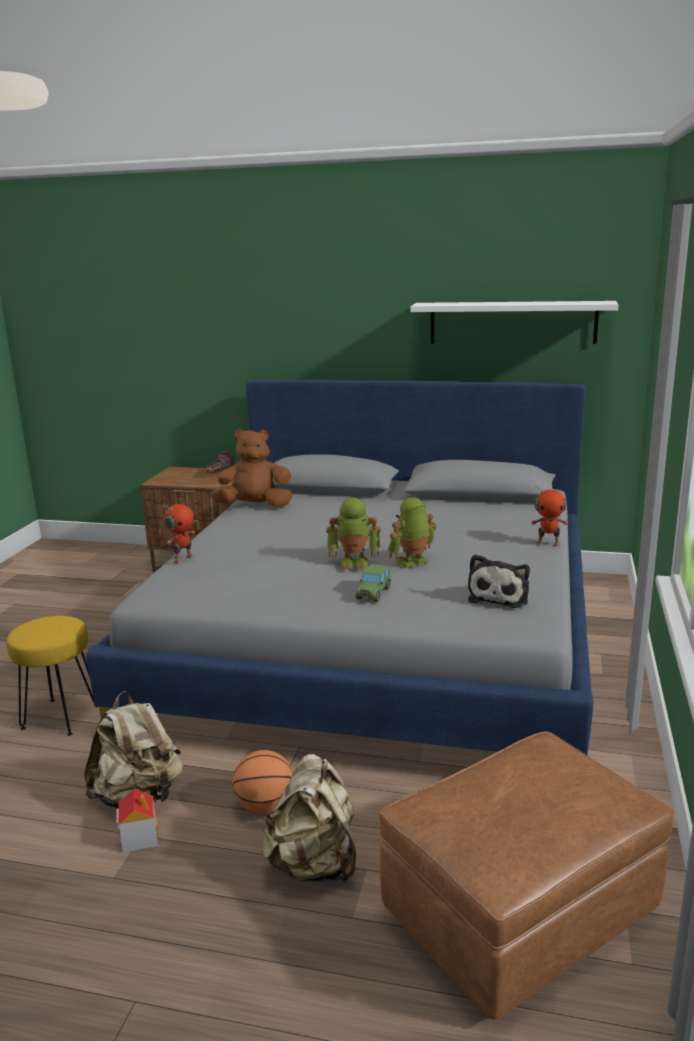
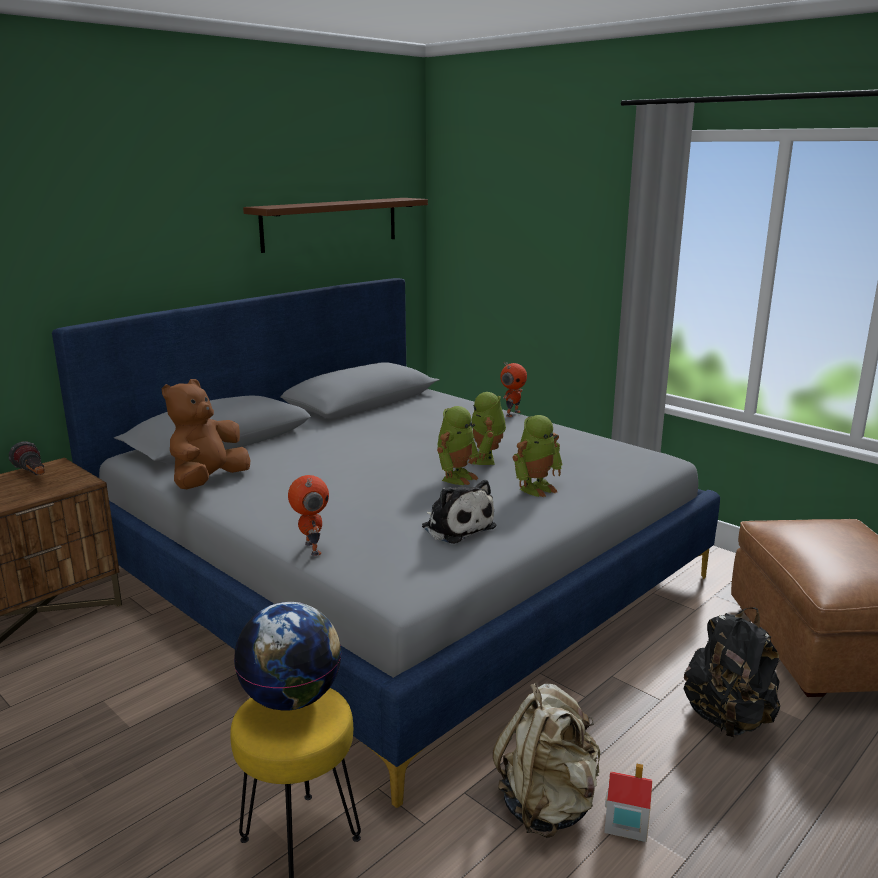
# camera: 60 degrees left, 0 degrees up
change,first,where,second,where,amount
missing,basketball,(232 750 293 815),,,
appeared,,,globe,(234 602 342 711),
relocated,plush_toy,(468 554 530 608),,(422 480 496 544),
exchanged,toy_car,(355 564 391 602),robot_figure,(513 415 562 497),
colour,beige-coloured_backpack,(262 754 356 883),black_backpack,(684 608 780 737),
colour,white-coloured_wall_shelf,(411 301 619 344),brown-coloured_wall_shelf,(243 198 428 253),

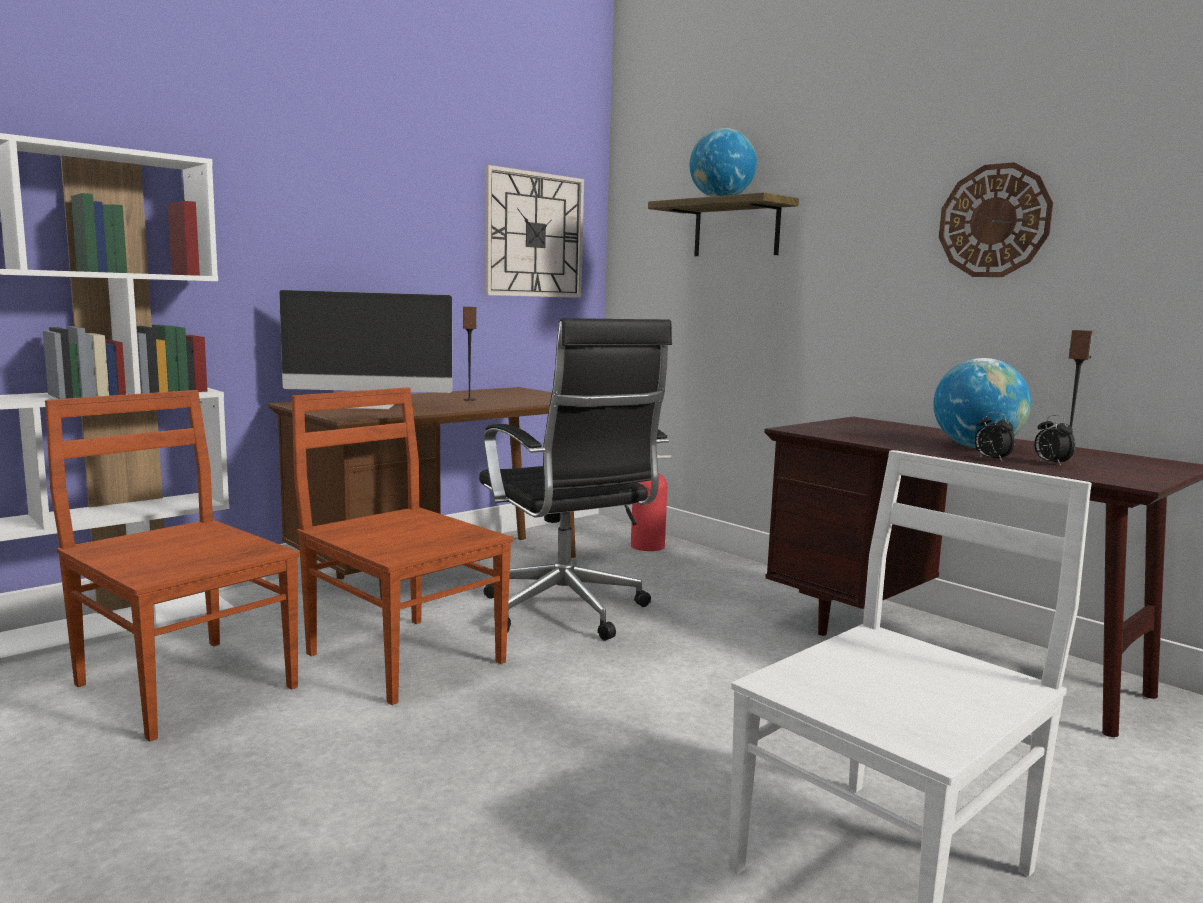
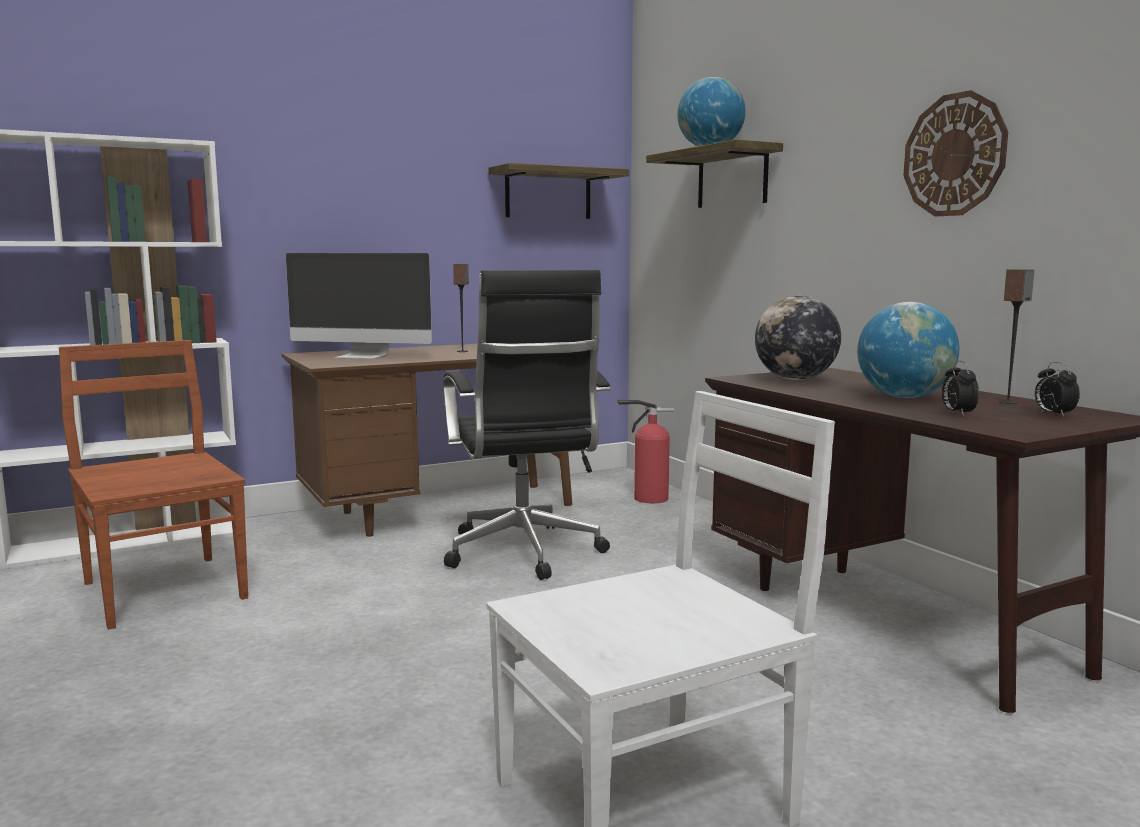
# camera: 15 degrees right, 0 degrees up
change,first,where,second,where,amount
missing,brown-coloured_chair,(292 388 513 705),,,
appeared,,,globe,(755 296 841 380),
relocated,bedside_clock,(975 412 1015 462),,(1035 362 1080 416),
exchanged,hanging_clock,(484 165 584 298),wall_shelf,(488 163 629 219),

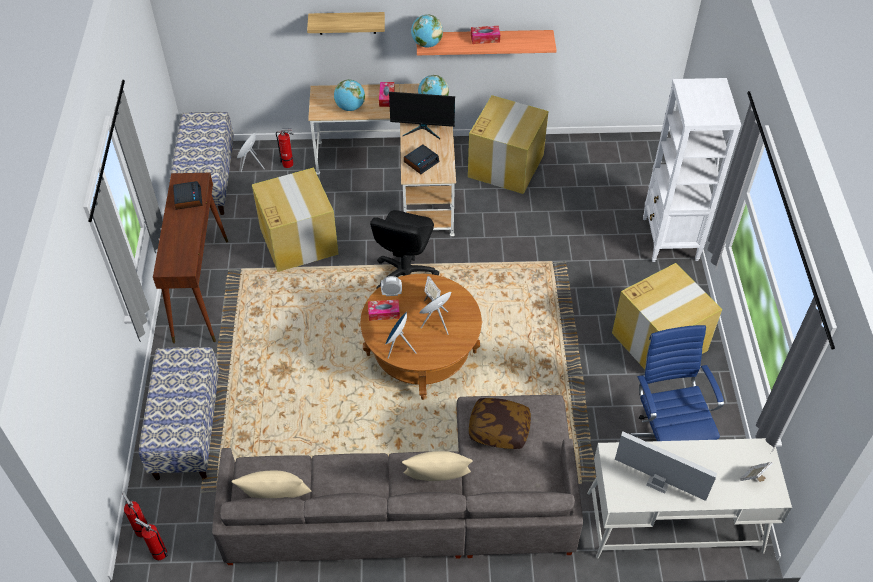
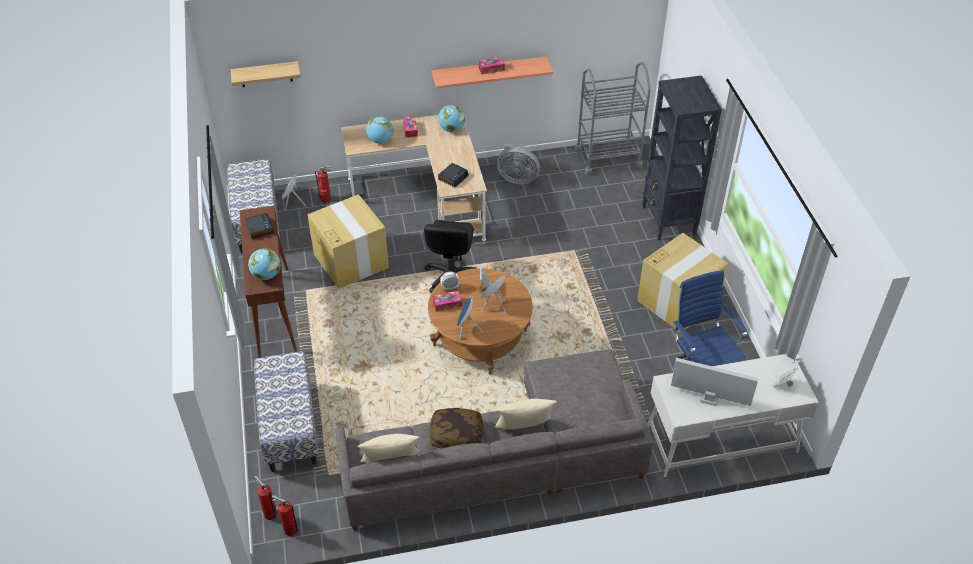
# camera: 10 degrees left, 5 degrees down
change,first,where,second,where,amount
missing,computer_display,(389 92 455 139),,,
appeared,,,grey_wheeled_cart,(575 62 651 176),
relocated,wall_shelf,(307 12 385 35),,(231 61 301 87),
relocated,globe,(411 14 443 47),,(248 248 280 280),
relocated,throw_pillow,(469 398 531 449),,(429 408 483 448),
exchanged,packing_box,(468 95 548 194),grey_electric_fan,(497 144 540 185),
colour,white-coloured_bookcase,(643 78 741 262),black_bookcase,(642 75 722 241),

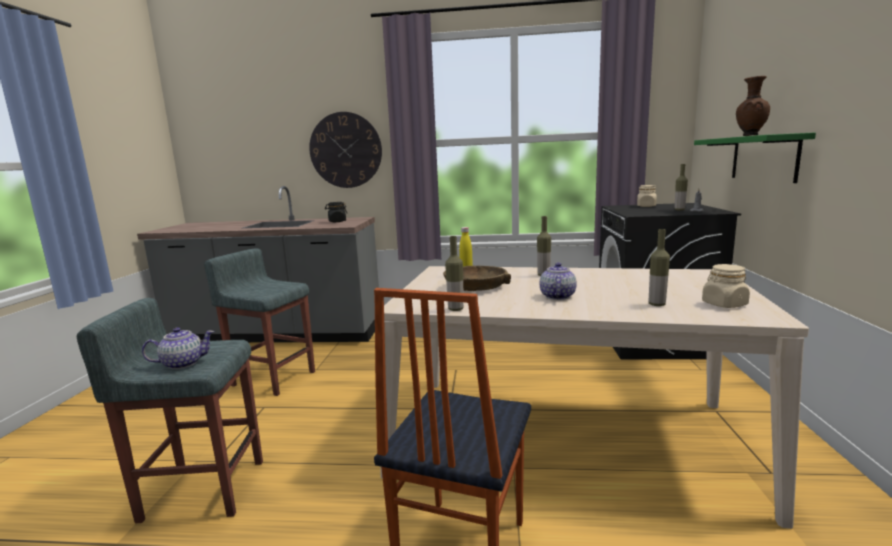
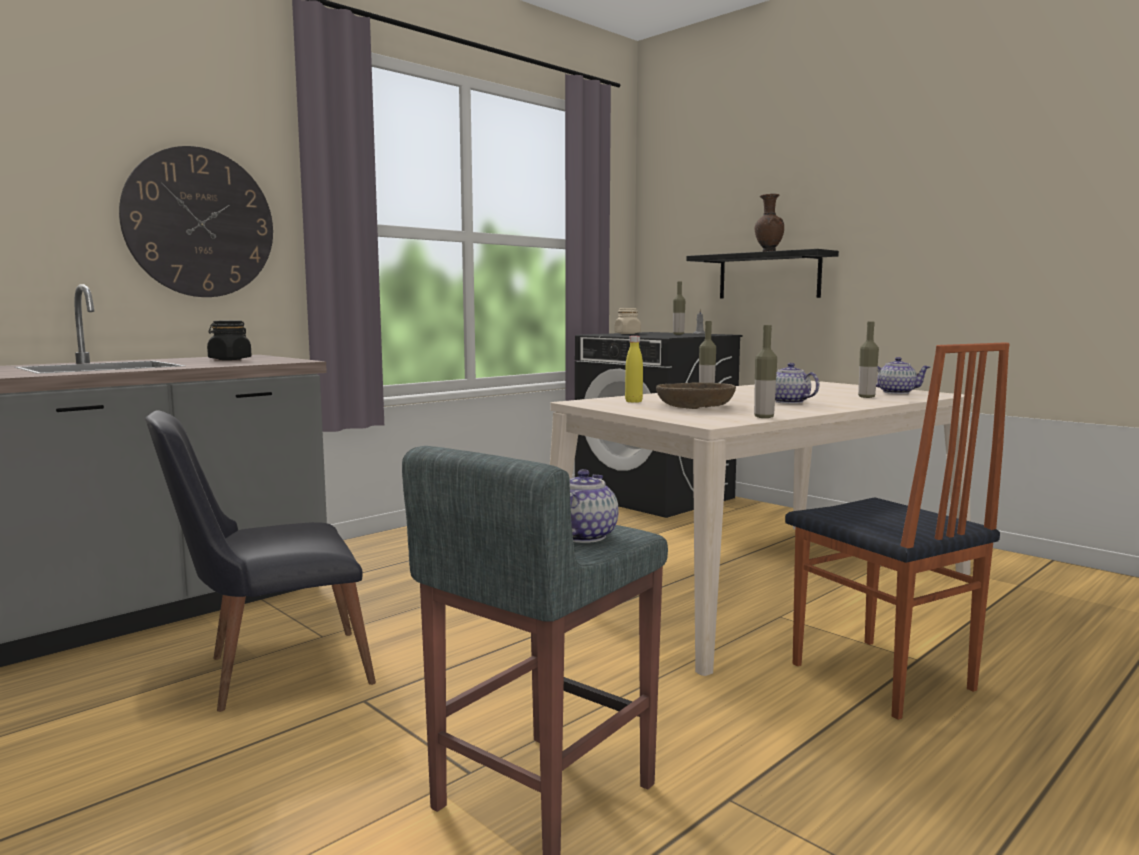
# camera: 50 degrees left, 5 degrees down
change,first,where,second,where,amount
exchanged,grey_stool_seat,(204 248 315 396),black_chair,(145 410 376 712),
exchanged,beige-coloured_jar,(702 264 750 308),pot_for_tea,(876 357 930 394),
colour,green_wall_shelf,(694 132 816 183),black_wall_shelf,(686 249 839 299),

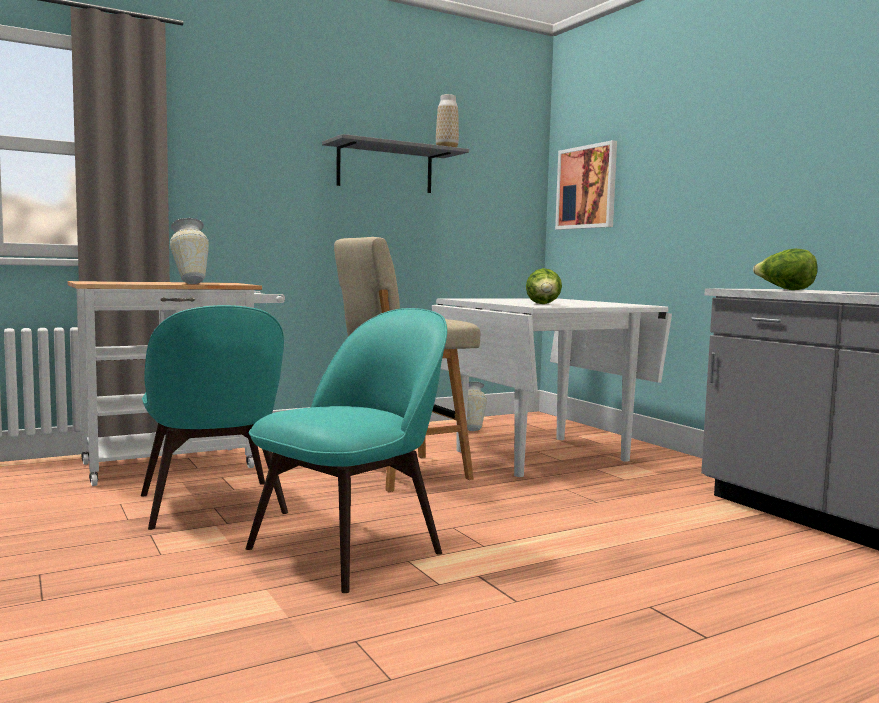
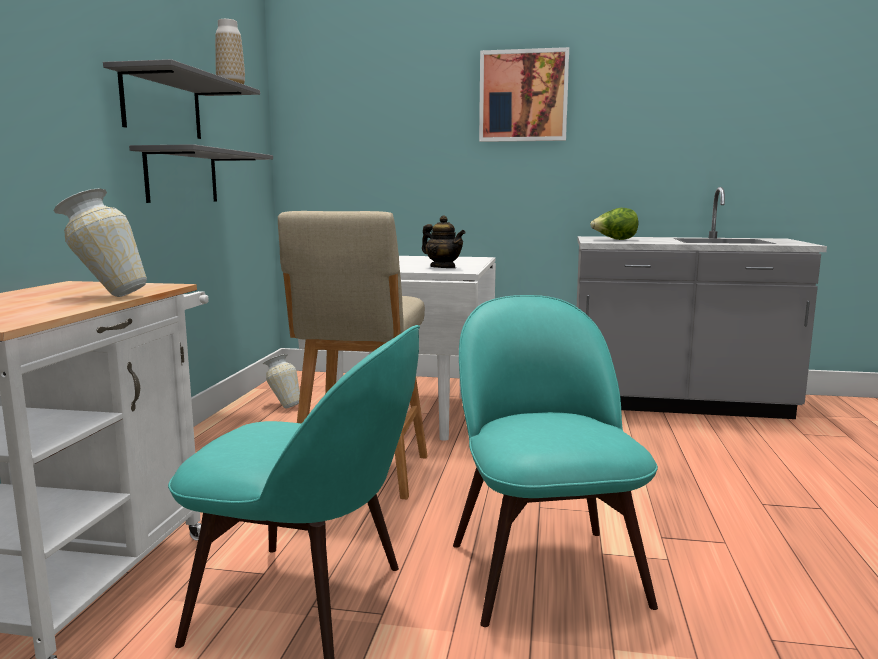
# camera: 50 degrees left, 5 degrees up
change,first,where,second,where,amount
appeared,,,grey_wall_shelf,(129 144 273 203),
relocated,wall_art,(555 140 617 230),,(479 47 569 142),
exchanged,lettuce,(526 268 562 304),pot_for_tea,(422 215 465 268),

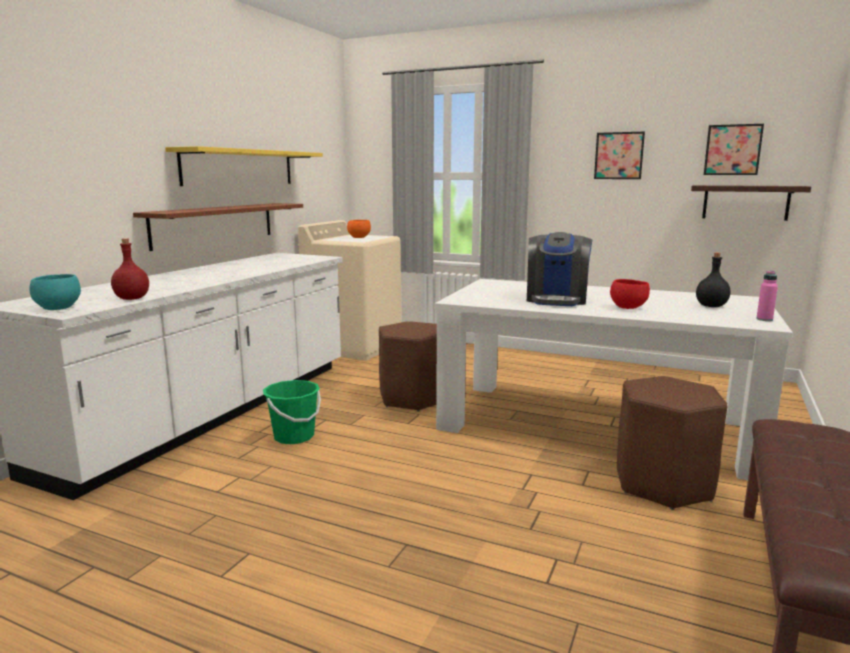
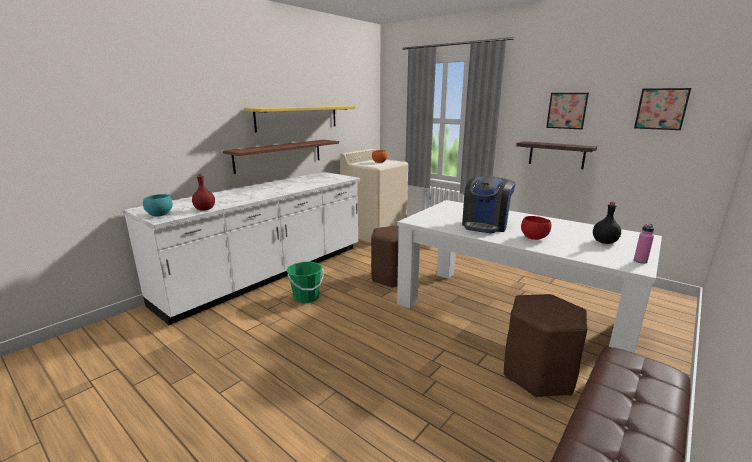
# camera: 15 degrees right, 5 degrees up
change,first,where,second,where,amount
relocated,wall_shelf,(691 185 811 221),,(516 141 597 169),

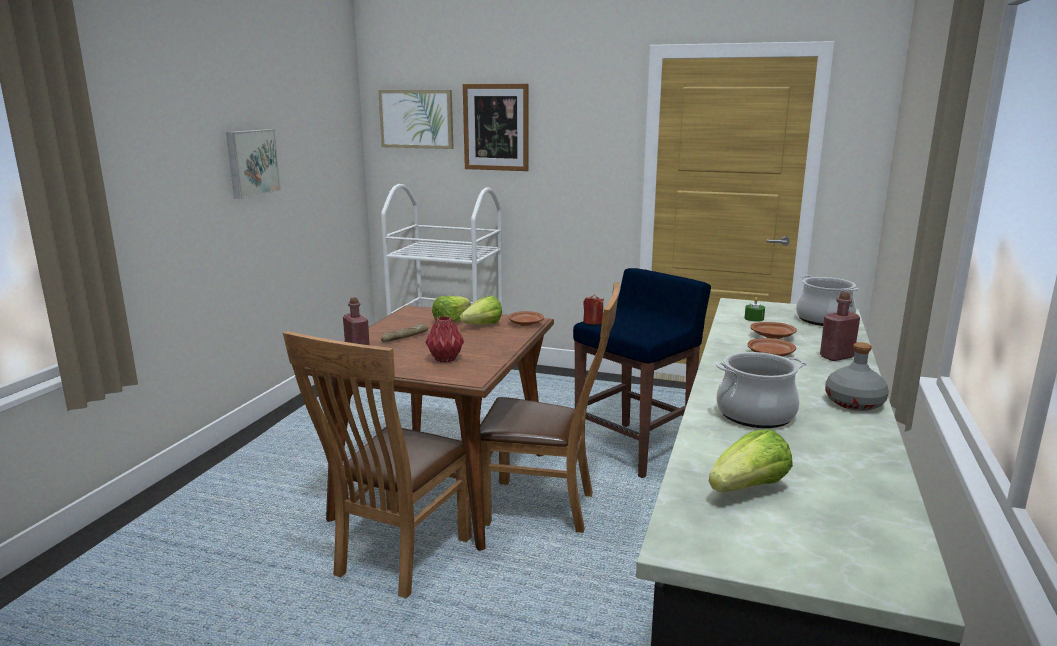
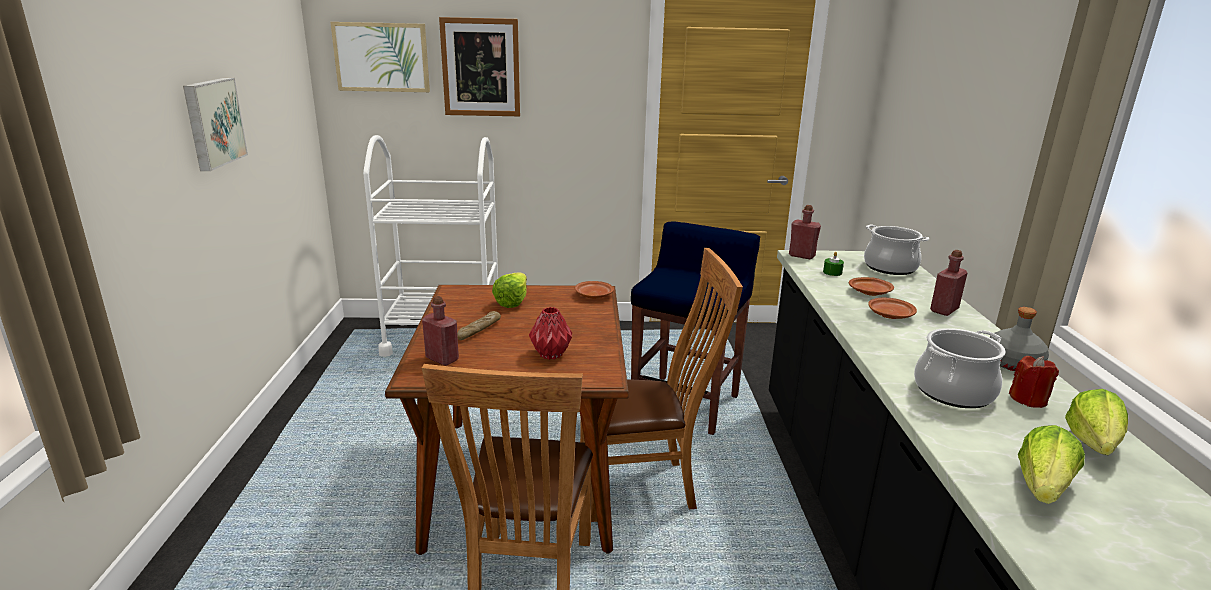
# camera: 20 degrees left, 5 degrees up
change,first,where,second,where,amount
appeared,,,reddish_drink_bottle,(789 205 821 259),
relocated,lettuce,(460 296 502 324),,(1065 389 1128 455),
relocated,reddish_wax_light,(583 294 604 325),,(1009 356 1059 408),

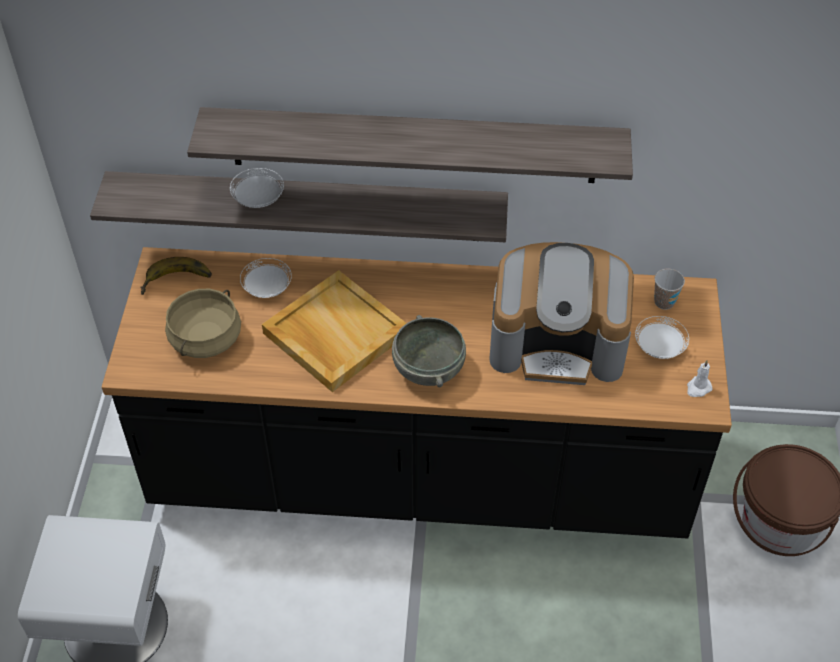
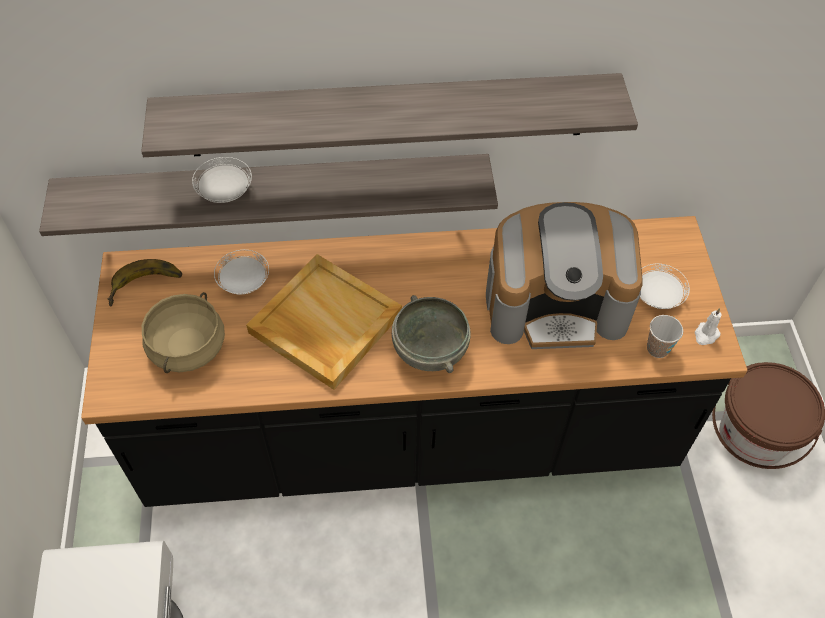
# camera: 10 degrees left, 5 degrees up
change,first,where,second,where,amount
relocated,small_cup,(654 269 685 310),,(647 315 683 358),

